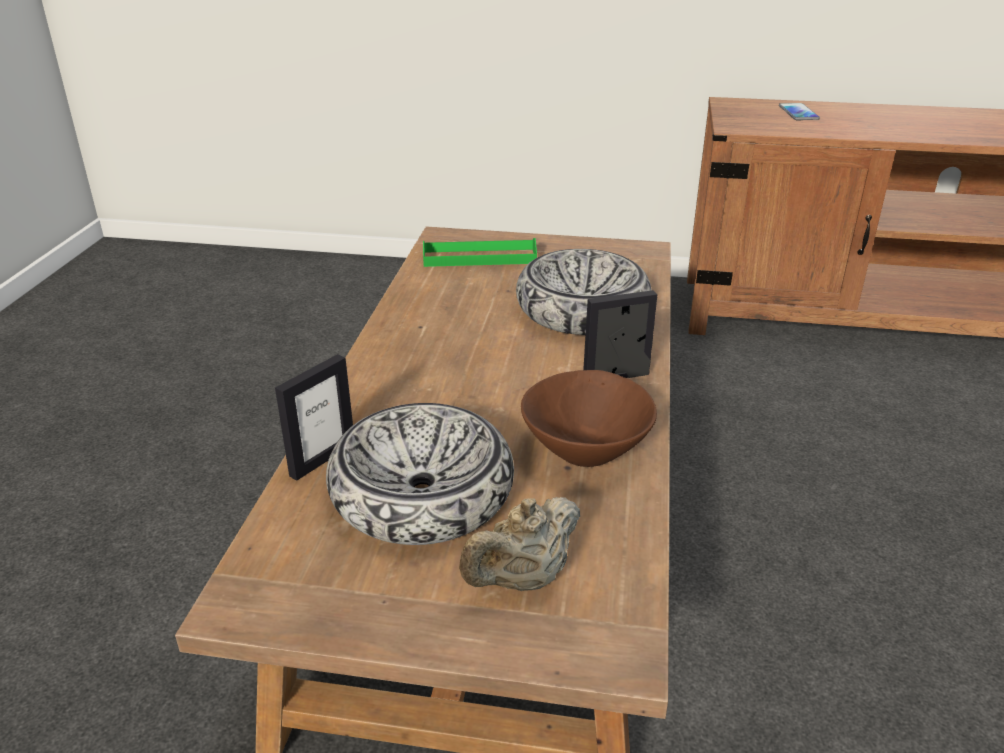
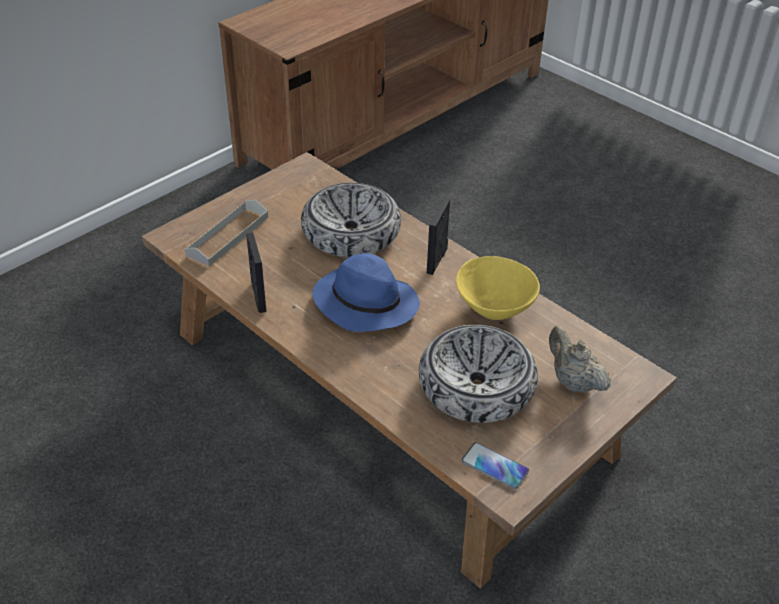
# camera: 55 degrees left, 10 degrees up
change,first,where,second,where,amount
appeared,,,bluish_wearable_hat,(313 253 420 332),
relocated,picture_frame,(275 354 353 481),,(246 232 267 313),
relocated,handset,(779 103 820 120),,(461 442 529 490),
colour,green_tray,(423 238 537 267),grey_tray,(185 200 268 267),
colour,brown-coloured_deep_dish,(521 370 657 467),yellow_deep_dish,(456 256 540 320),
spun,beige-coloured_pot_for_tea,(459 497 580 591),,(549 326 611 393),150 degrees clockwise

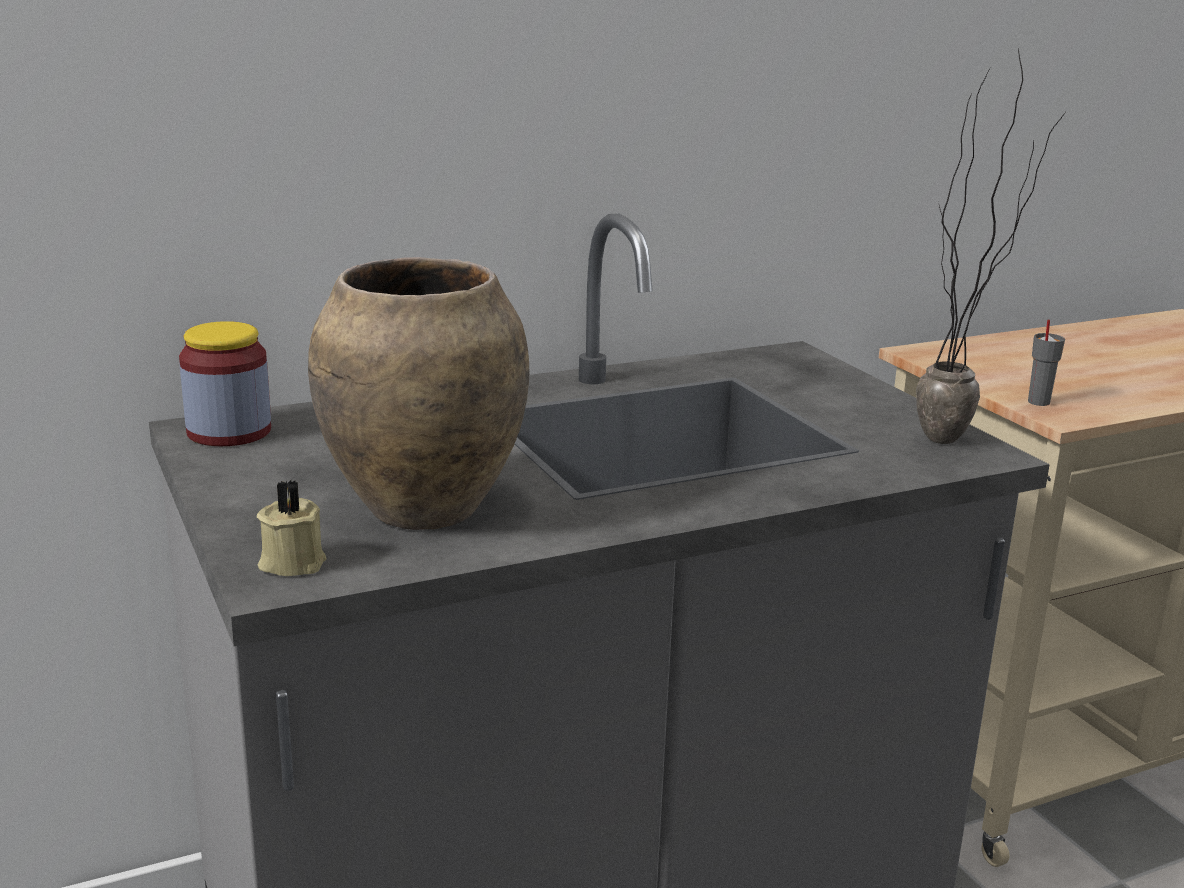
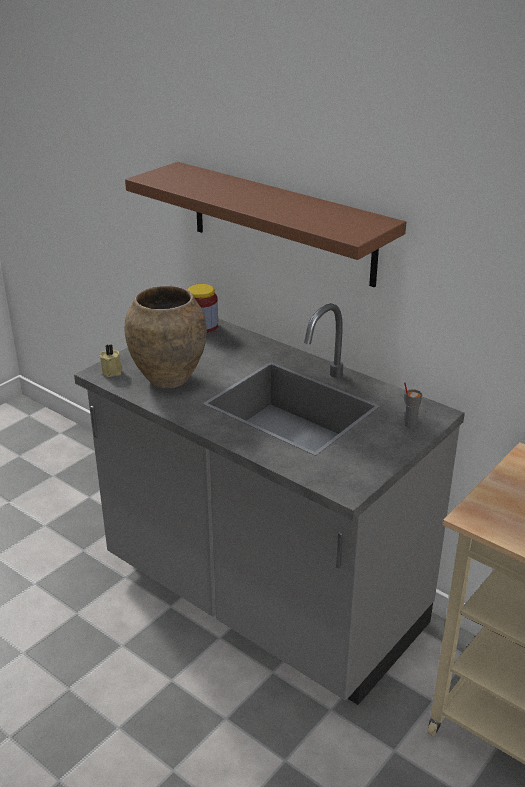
# camera: 65 degrees right, 10 degrees up
change,first,where,second,where,amount
missing,plant_in_a_pot,(916 47 1065 444),,,
appeared,,,brown-coloured_wall_shelf,(125 162 406 287),
relocated,grey_small_cup,(1028 320 1065 406),,(404 382 422 428),

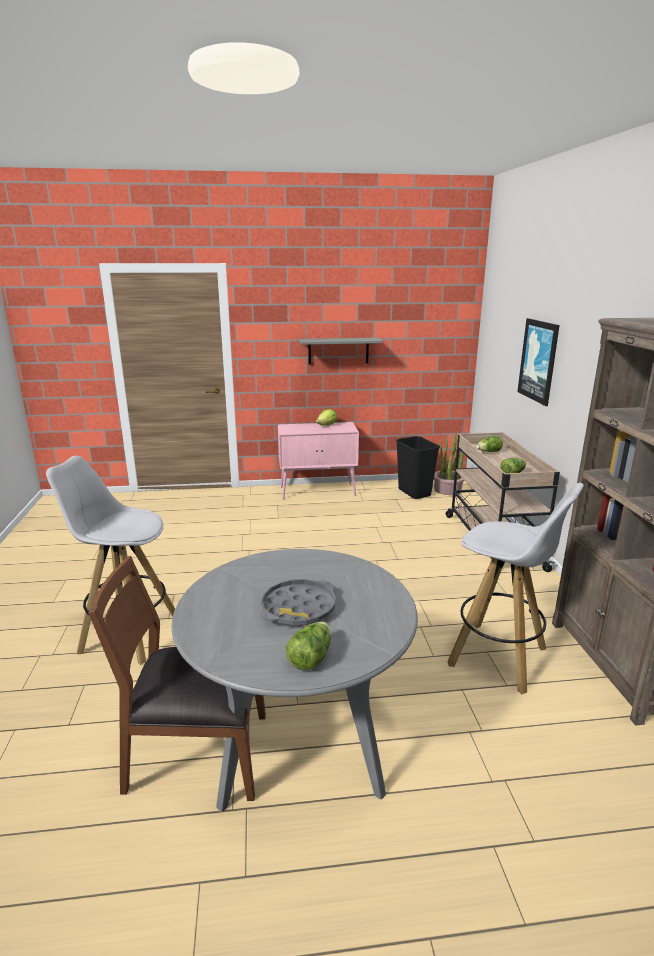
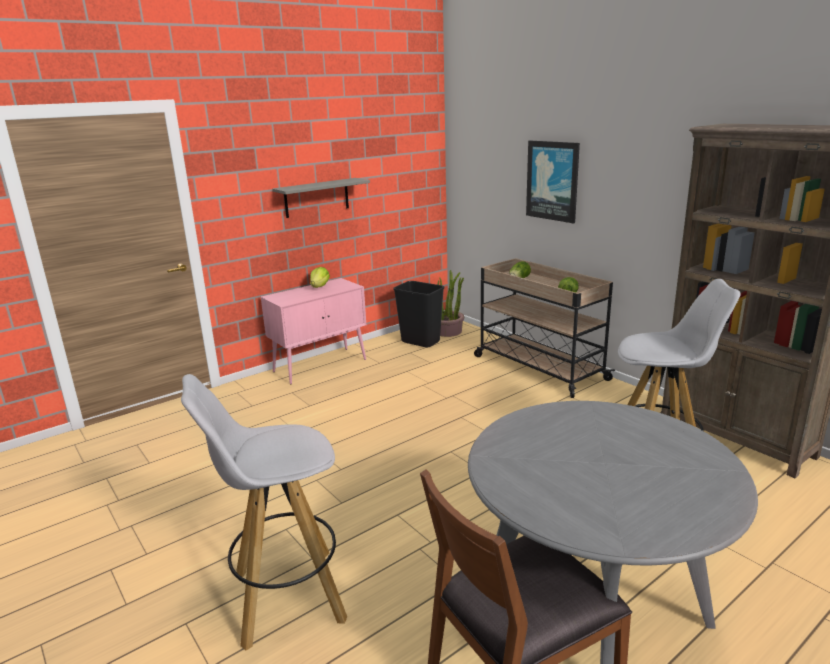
# camera: 30 degrees left, 0 degrees up
change,first,where,second,where,amount
missing,grey_tray,(260 579 336 626),,,
missing,lettuce,(286 622 331 670),,,

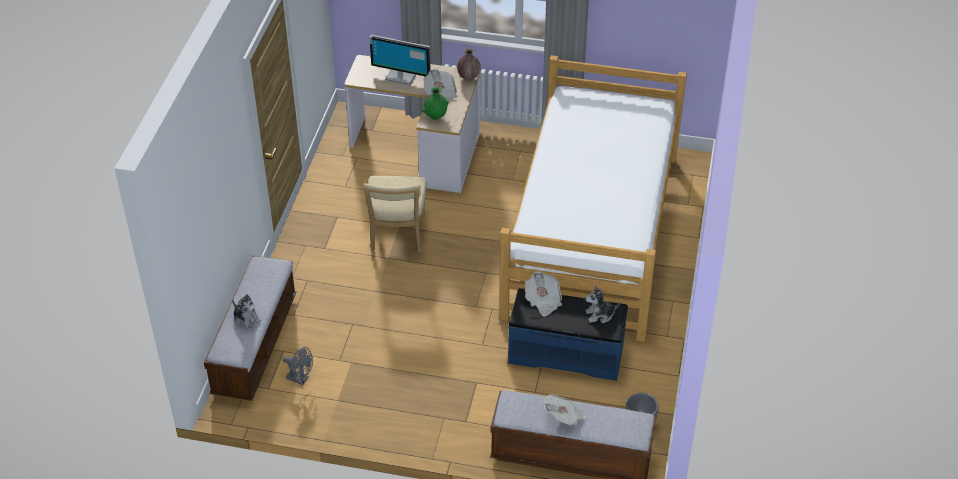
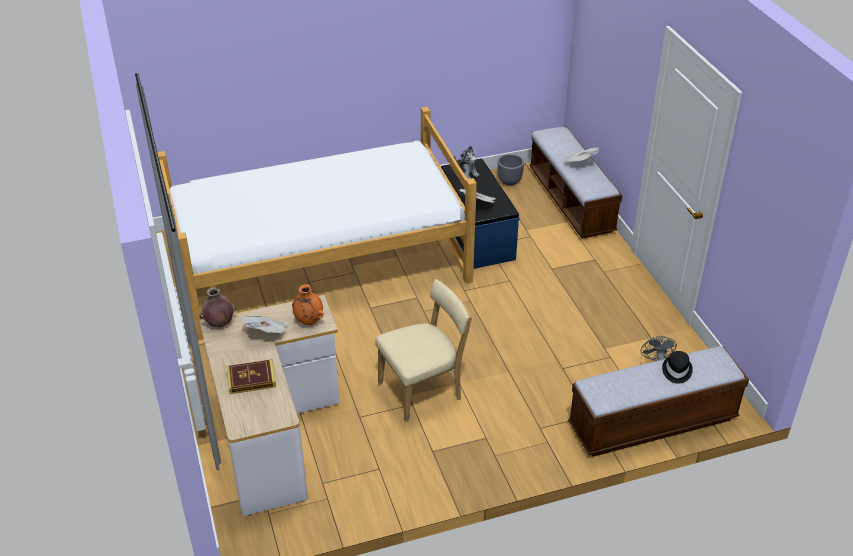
# camera: 120 degrees left, 5 degrees down
change,first,where,second,where,amount
exchanged,plush_toy,(232 294 261 330),black_wearable_hat,(662 351 693 384),
exchanged,computer_display,(369 35 431 86),bound_book,(227 360 276 394),
colour,green_flower_vase,(422 87 449 120),orangey_flower_vase,(292 284 324 325),

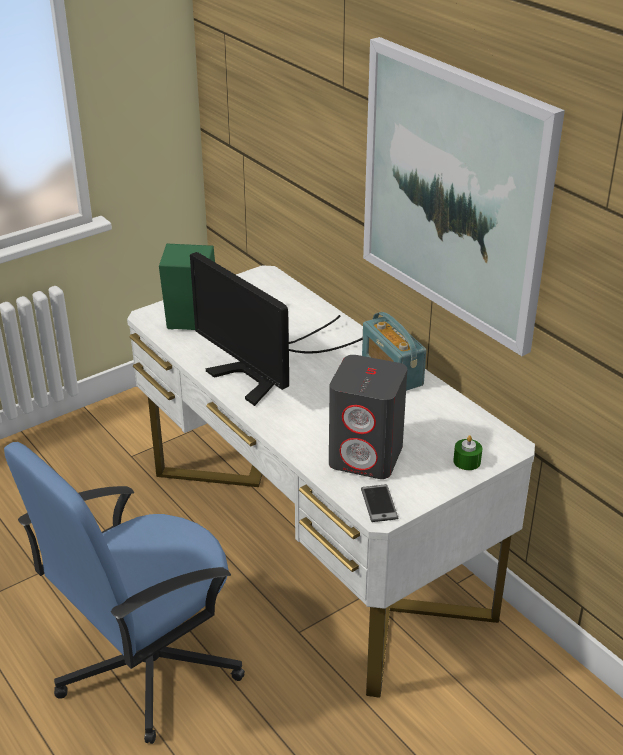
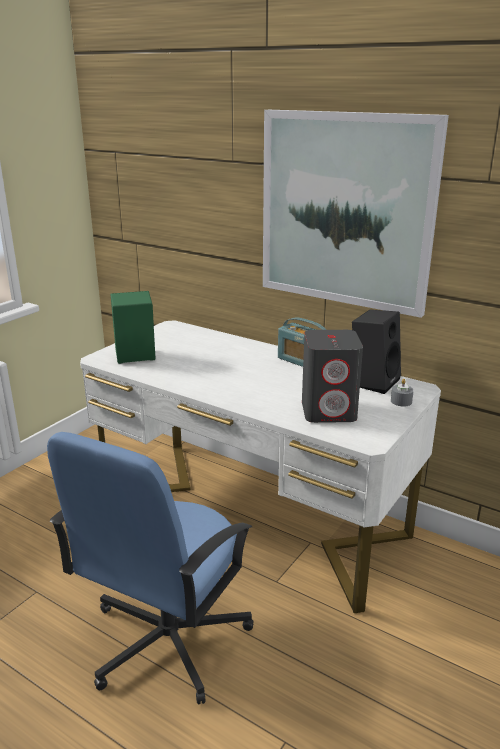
# camera: 20 degrees left, 10 degrees down
change,first,where,second,where,amount
missing,computer_display,(190 252 363 406),,,
missing,handset,(361 484 398 522),,,
appeared,,,black_audio_speaker,(352 310 401 394),
colour,green_wax_light,(453 435 482 470),grey_wax_light,(391 379 414 407),

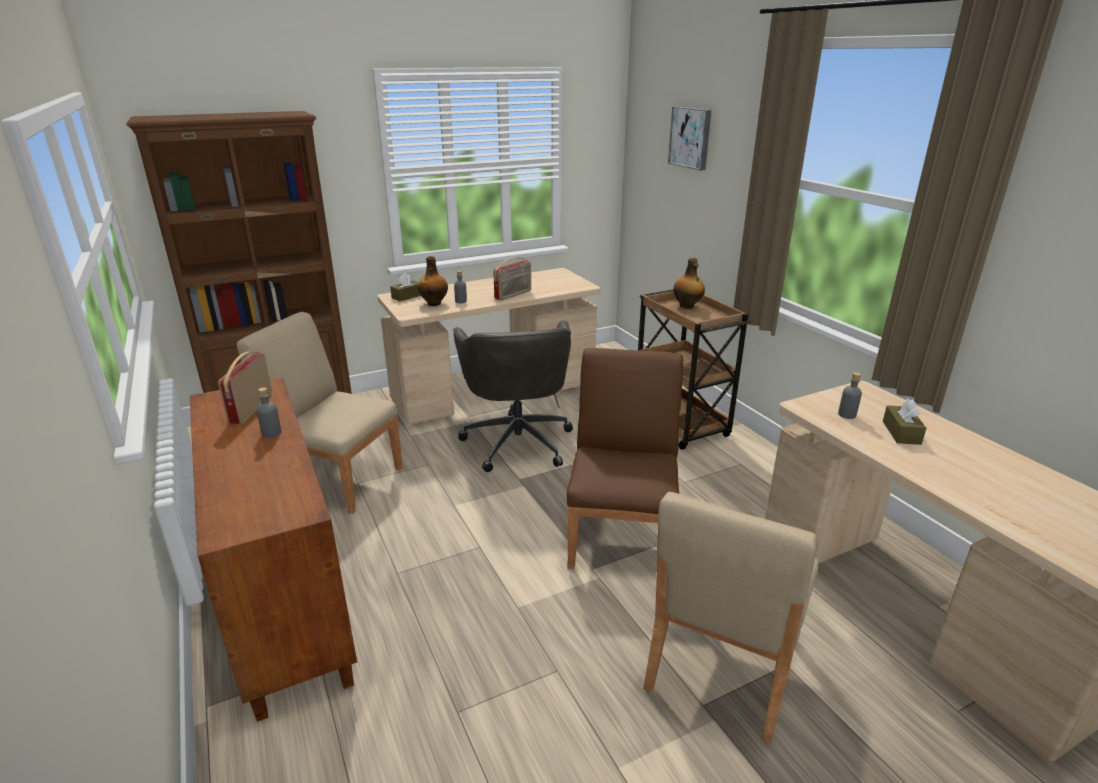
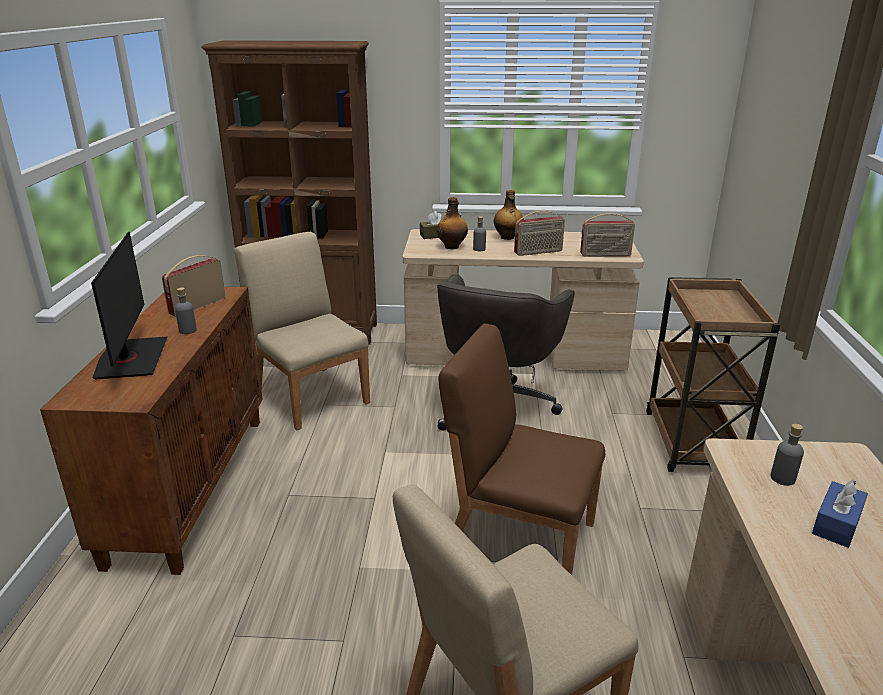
# camera: 30 degrees right, 0 degrees up
change,first,where,second,where,amount
missing,wall_art,(668 107 711 171),,,
appeared,,,computer_display,(91 232 167 379),
appeared,,,radio,(580 213 635 257),
relocated,drink_bottle,(673 258 705 309),,(494 190 524 240),
colour,brown-coloured_tissue_box,(883 399 926 445),bluish_tissue_box,(812 479 868 548),
spun,brown-coloured_chair,(566 348 683 569),,(438 323 605 575),105 degrees counterclockwise

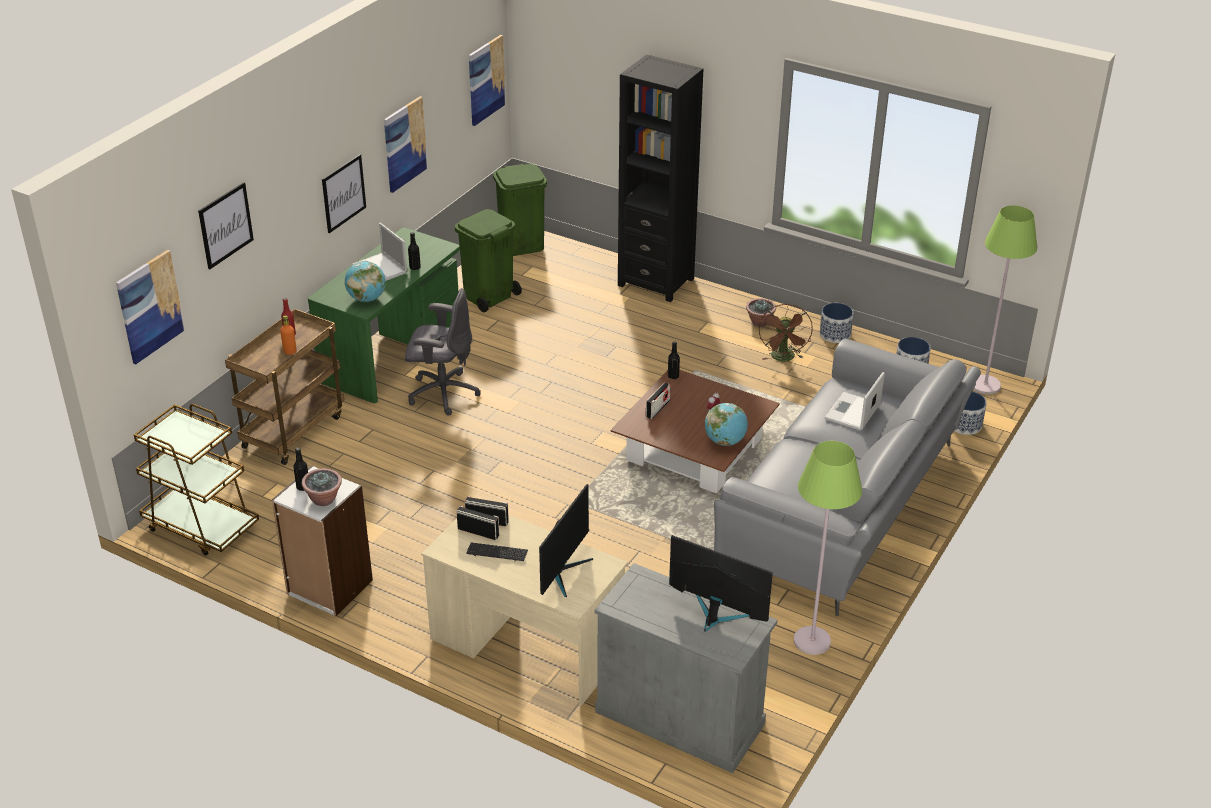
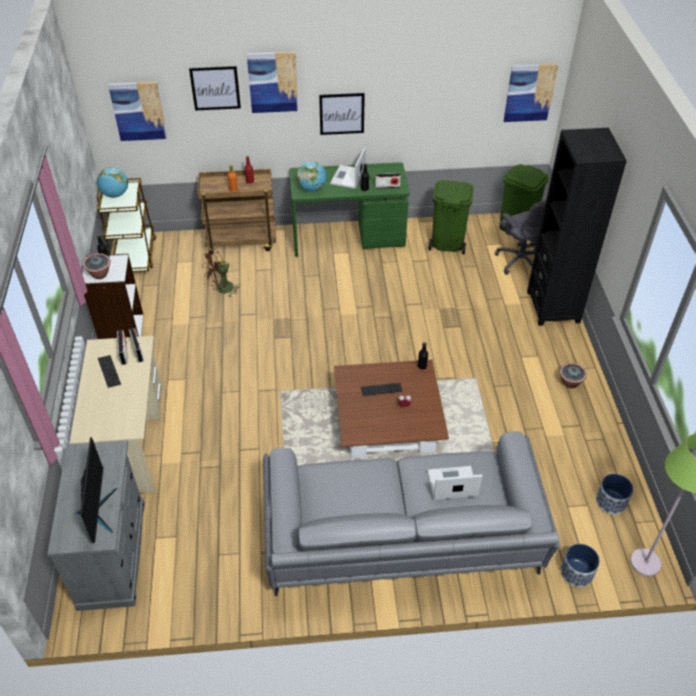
# camera: 55 degrees right, 10 degrees up
change,first,where,second,where,amount
missing,computer_display,(539 484 594 597),,,
missing,green_floor_lamp,(794 441 862 655),,,
missing,planter,(820 303 854 343),,,
appeared,,,PC_keyboard,(361 383 402 396),
relocated,wall_art,(384 96 428 193),,(247 52 298 113),
relocated,grey_desk_chair,(405 288 481 416),,(495 200 546 275),
relocated,radio,(646 382 670 419),,(375 173 401 189),
relocated,globe,(705 403 748 446),,(97 167 128 198),
relocated,brown-coloured_electric_fan,(759 304 813 362),,(202 248 239 297),

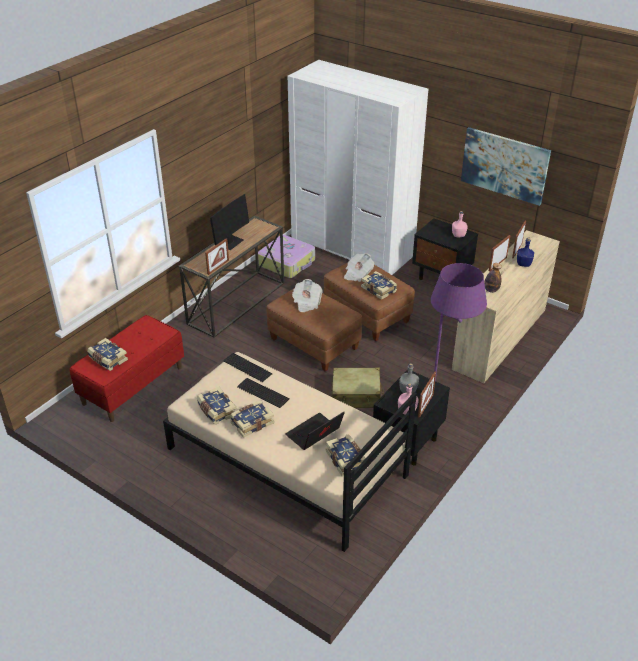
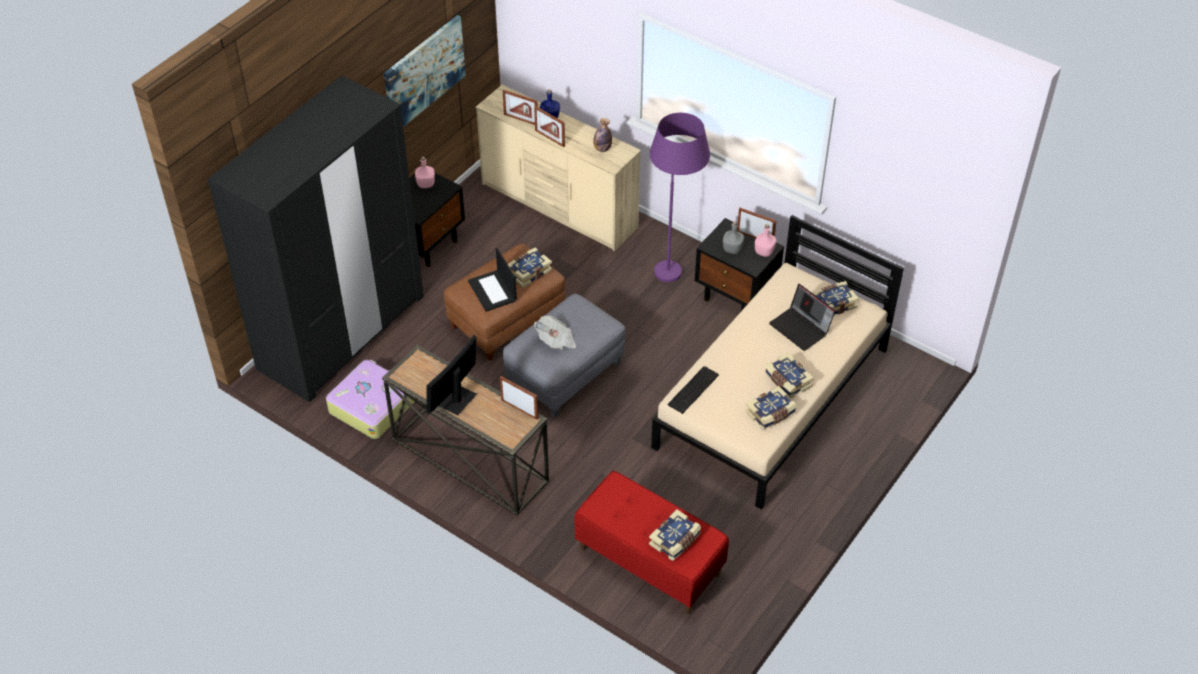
# camera: 90 degrees left, 10 degrees up
change,first,where,second,where,amount
missing,PC_keyboard,(237 378 290 408),,,
missing,beige-coloured_suitcase,(332 367 384 408),,,
exchanged,newspaper,(344 253 374 282),laptop,(468 248 517 312),
colour,brown-coloured_footrest,(266 288 362 372),grey_footrest,(503 294 625 418),
colour,white-coloured_armoire,(288 60 428 275),black_armoire,(208 75 424 402),
spun,computer_display,(210 194 249 250),,(426 335 477 416),90 degrees counterclockwise

